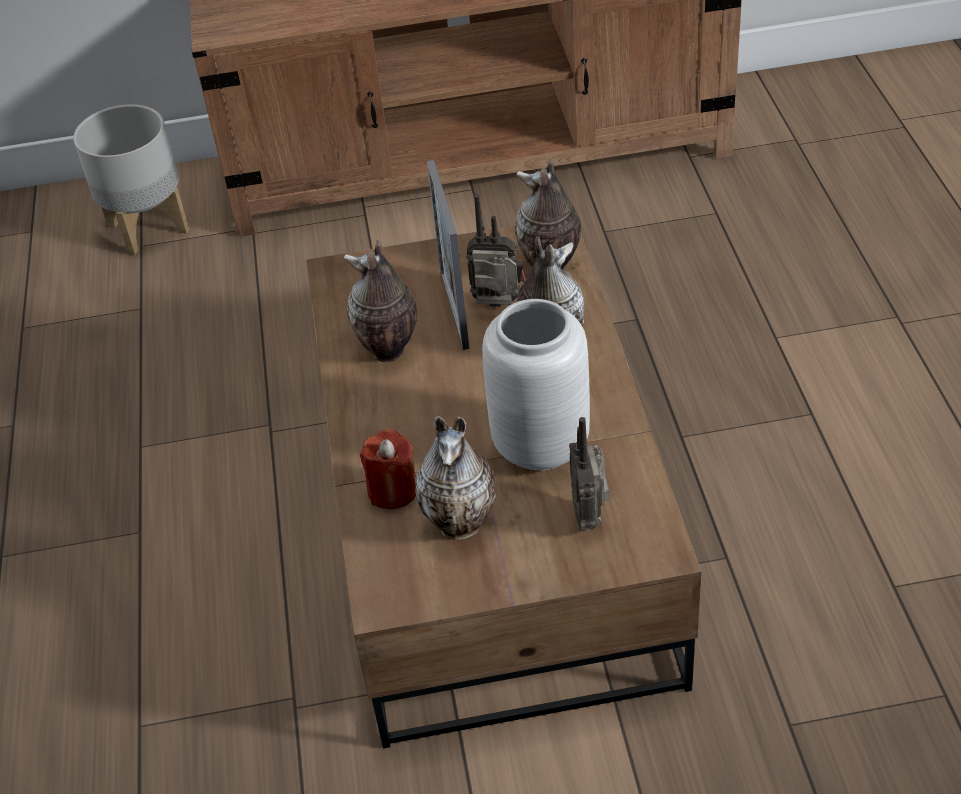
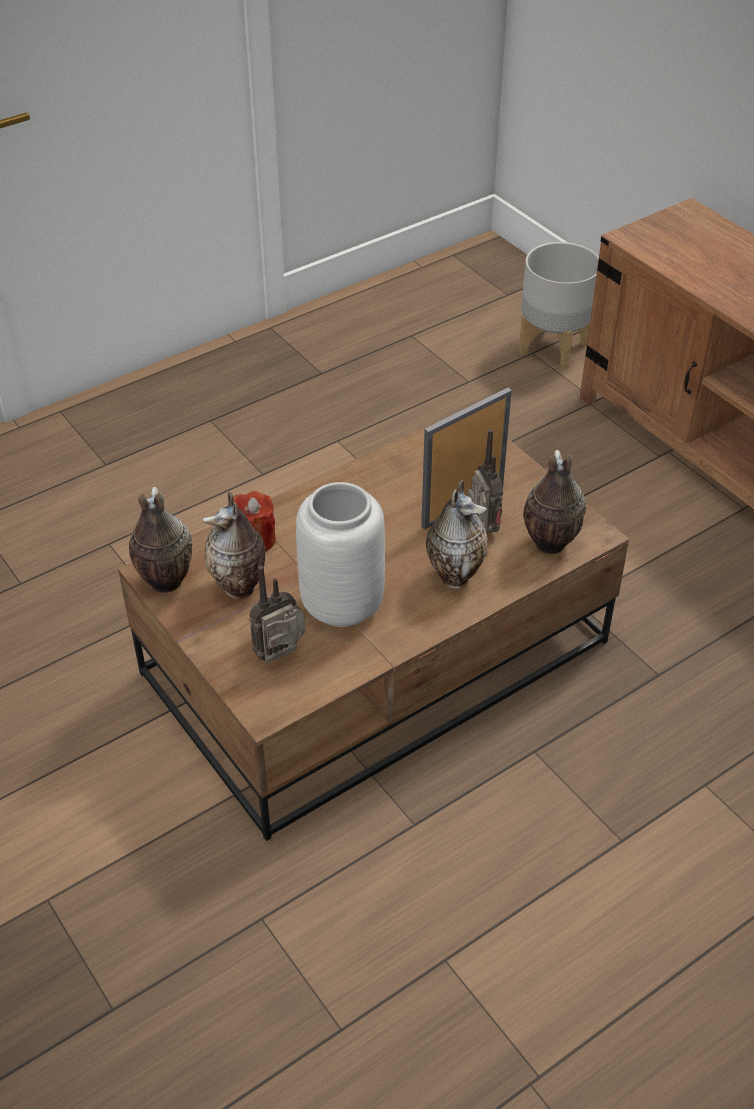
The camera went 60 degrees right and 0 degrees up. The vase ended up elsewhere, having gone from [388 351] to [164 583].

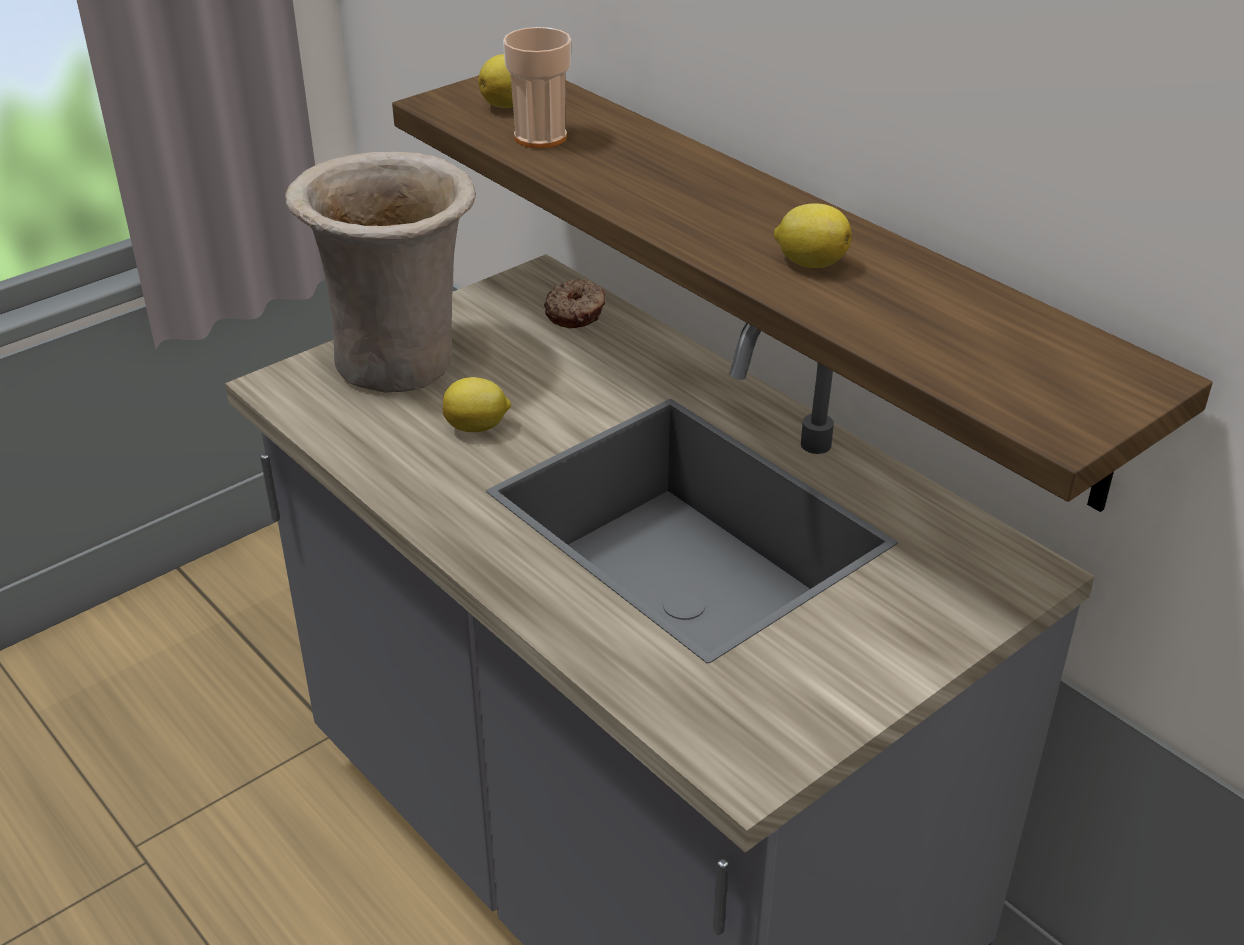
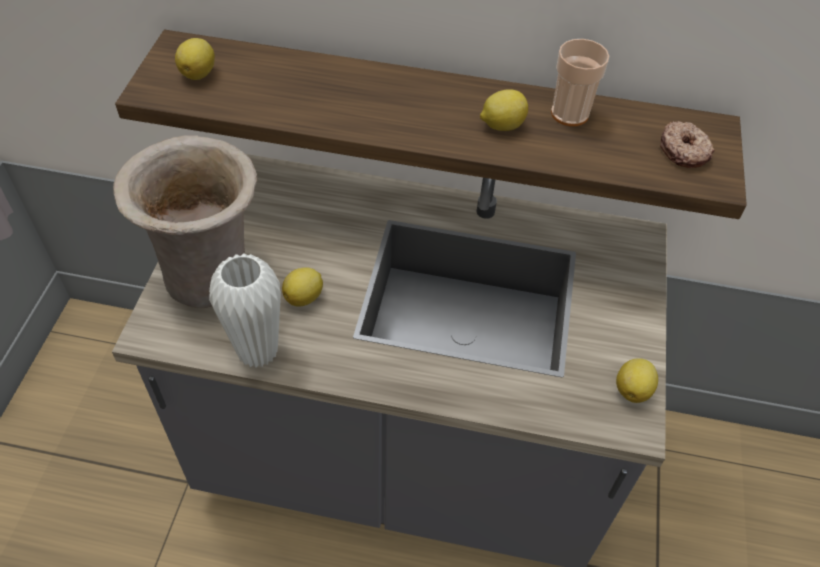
The camera went 40 degrees left and 15 degrees up. The cup ended up elsewhere, having gone from [540 137] to [569 114]. The donut ended up elsewhere, having gone from [576 313] to [684 151]. The second view gained the white vase at [257 351]. The second view gained the lemon at [633 389].

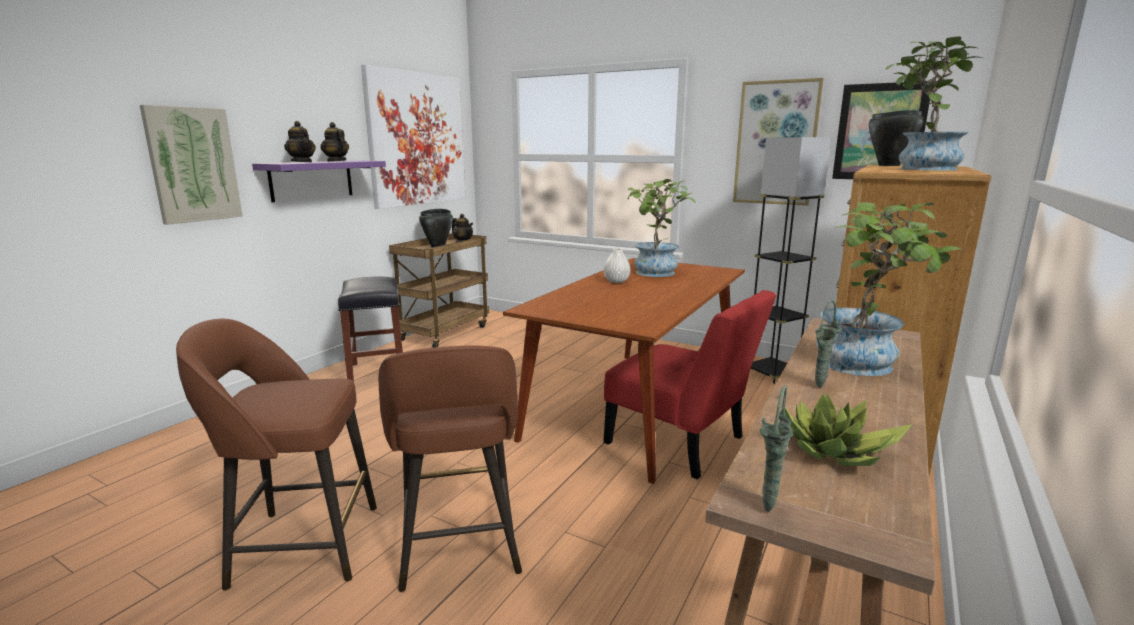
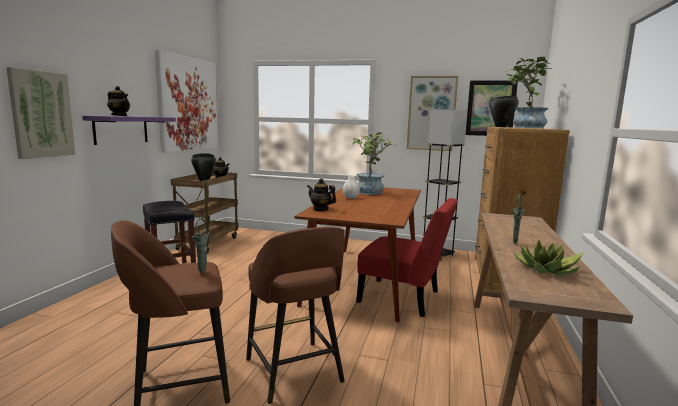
The camera went 15 degrees left and 5 degrees down. The teapot ended up elsewhere, having gone from [336 161] to [320 209]. The second view lost the potted plant at [866 365]. The green vase ended up elsewhere, having gone from [768 505] to [203 271].

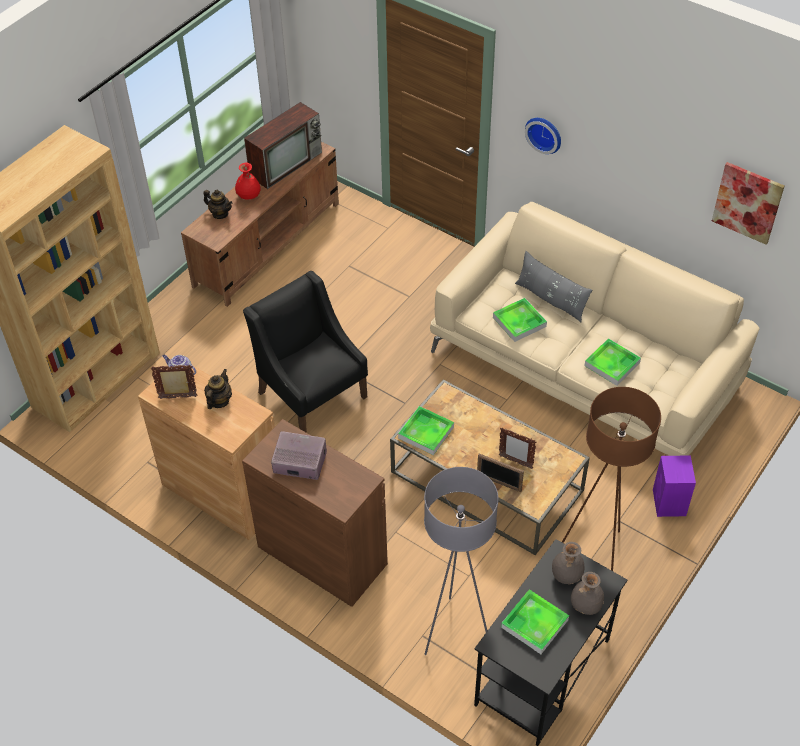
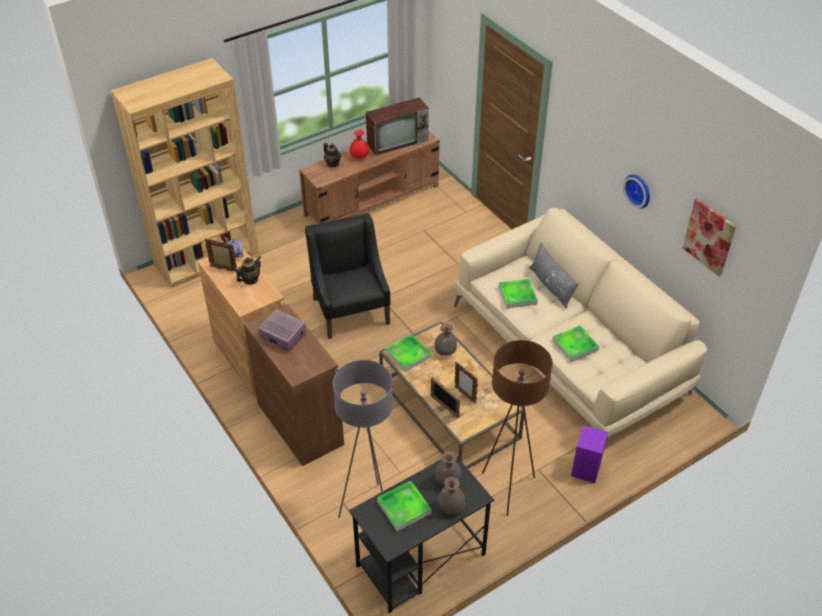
The camera went 20 degrees right and 5 degrees down. The wall clock ended up elsewhere, having gone from [545 133] to [639 190]. The second view gained the grey vase at [445 352].

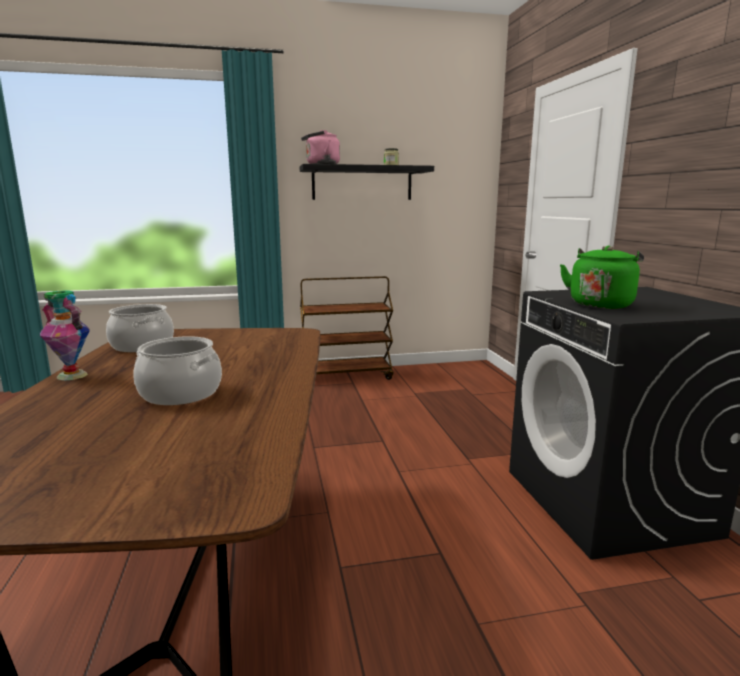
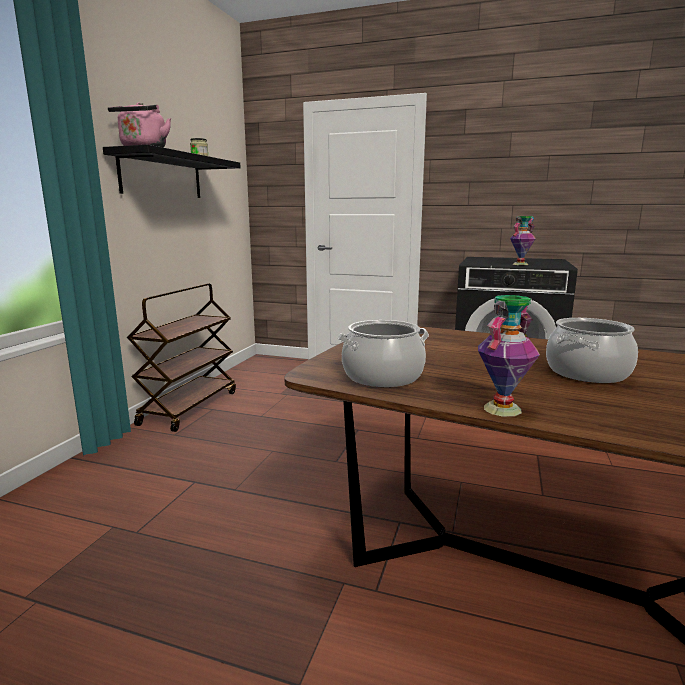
The camera went 60 degrees left and 0 degrees up. Where the green kettle stood at [601 304], the vase came to stand at [520 264].

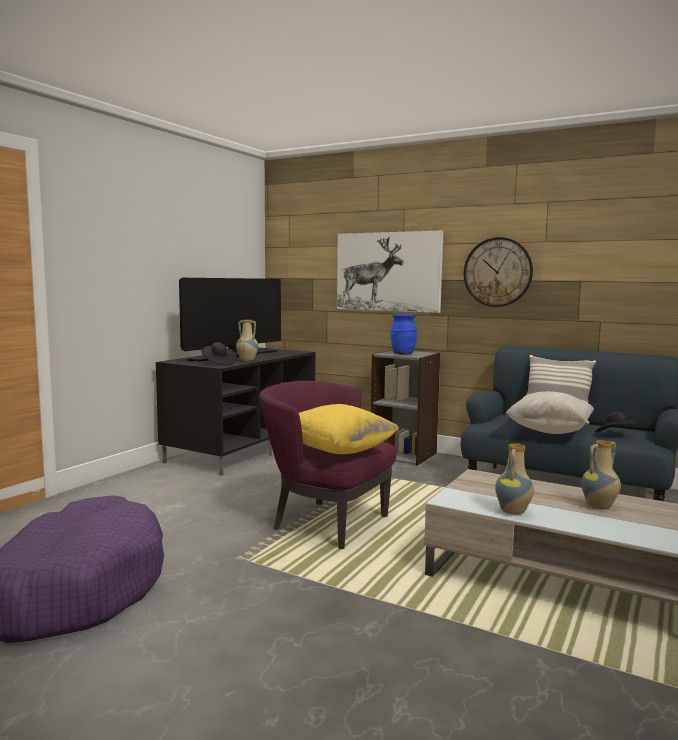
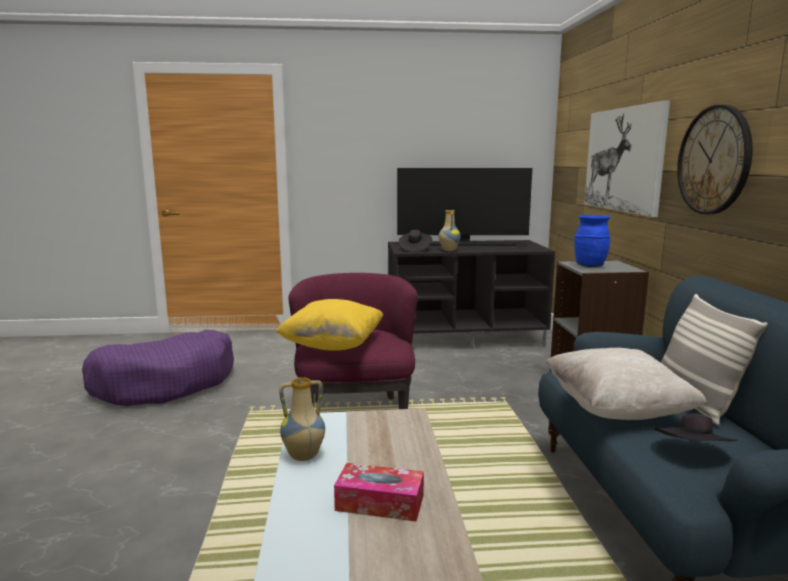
The camera went 55 degrees right and 5 degrees up. Where the vase stood at [599 507], the tissue box came to stand at [380 503].

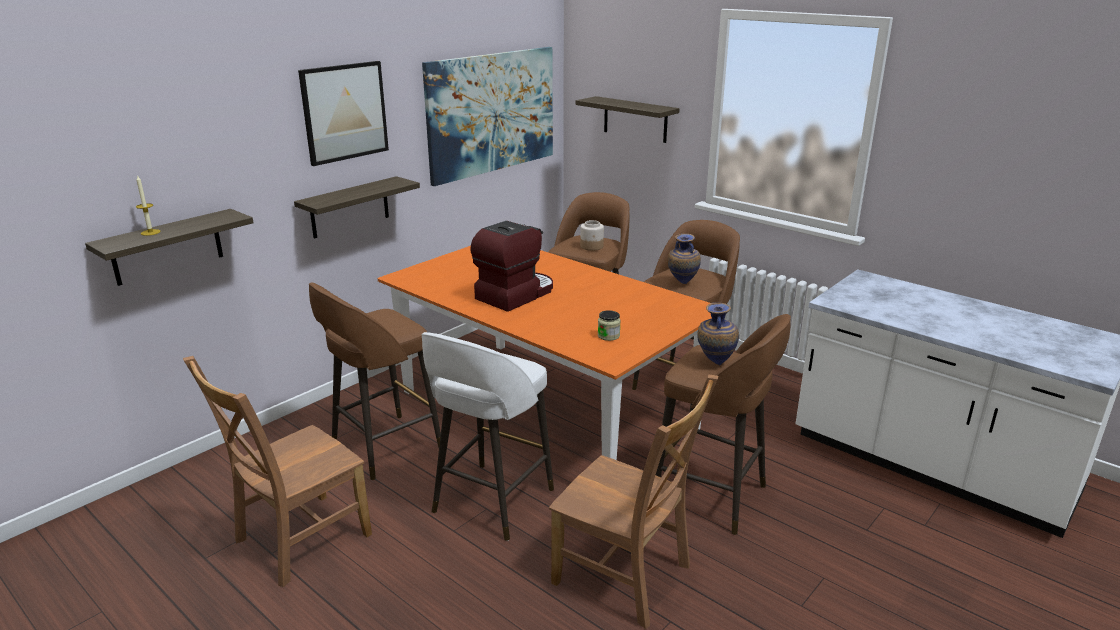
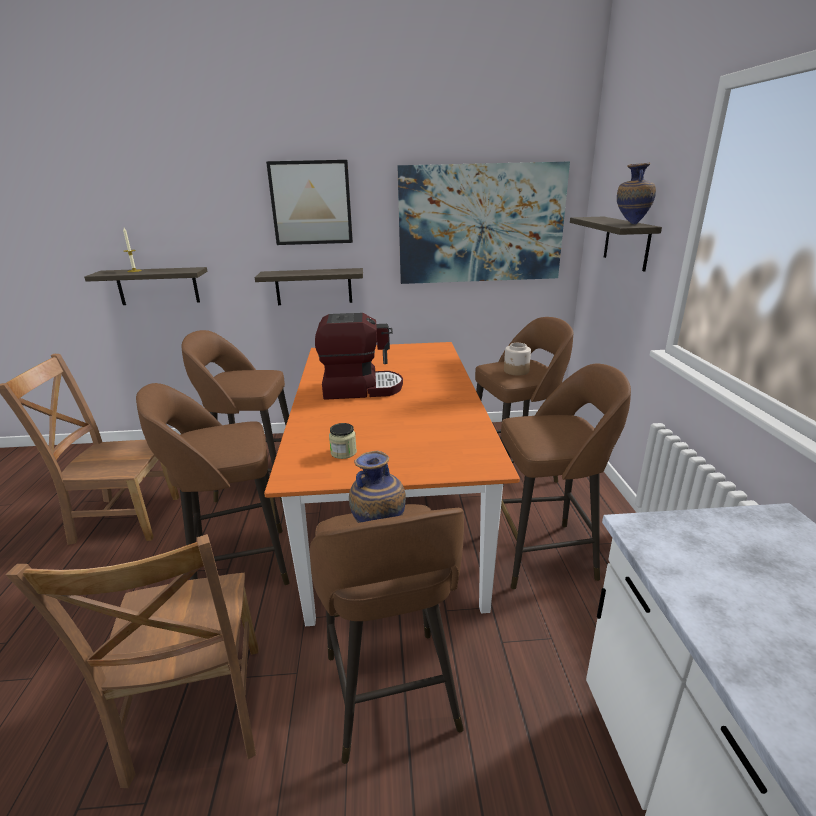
The camera went 45 degrees right and 0 degrees up. The vase ended up elsewhere, having gone from [682 284] to [630 224]. What was the white stool at [491 503] turned into the brown stool at [237 565].

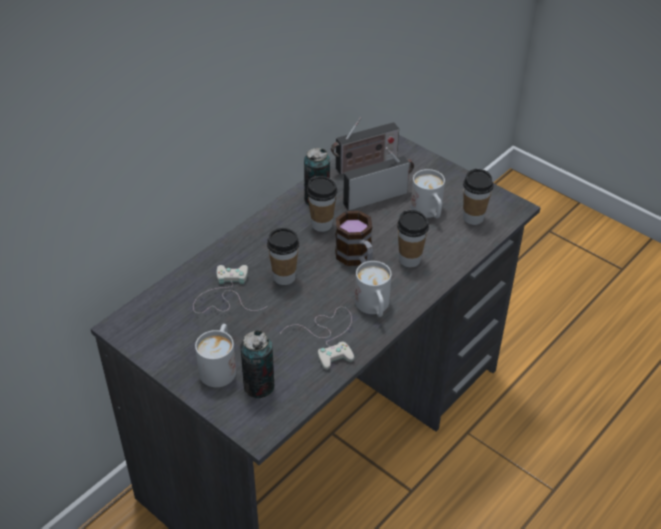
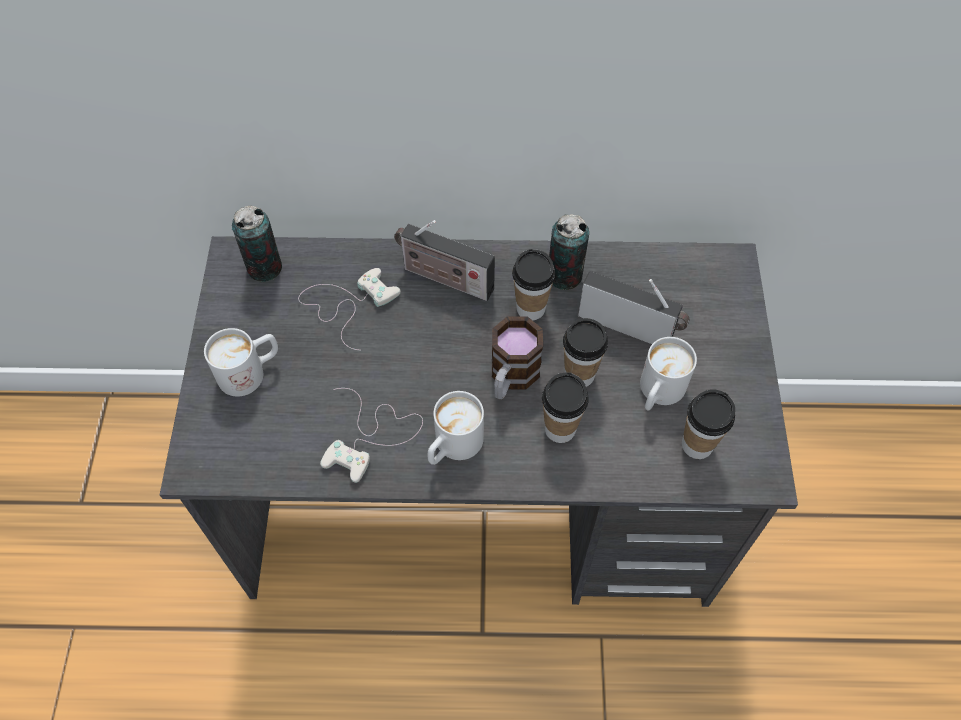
The camera went 50 degrees right and 15 degrees up. The radio ended up elsewhere, having gone from [364 165] to [443 278]. The cup ended up elsewhere, having gone from [284 277] to [579 375]. The can ended up elsewhere, having gone from [259 386] to [264 268].

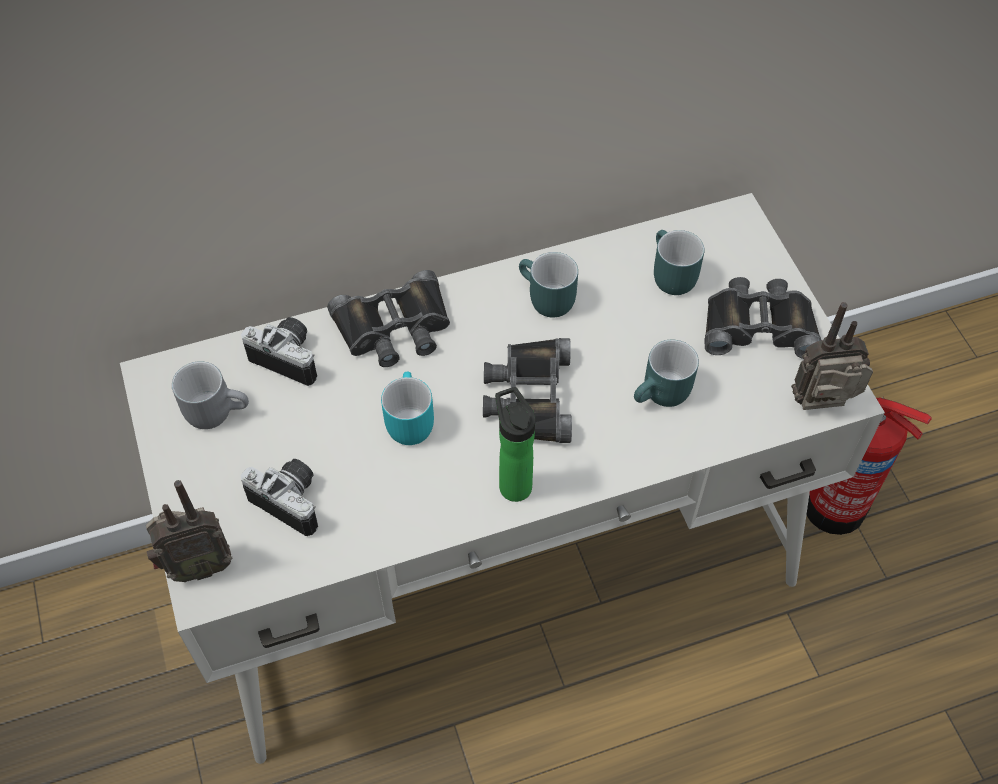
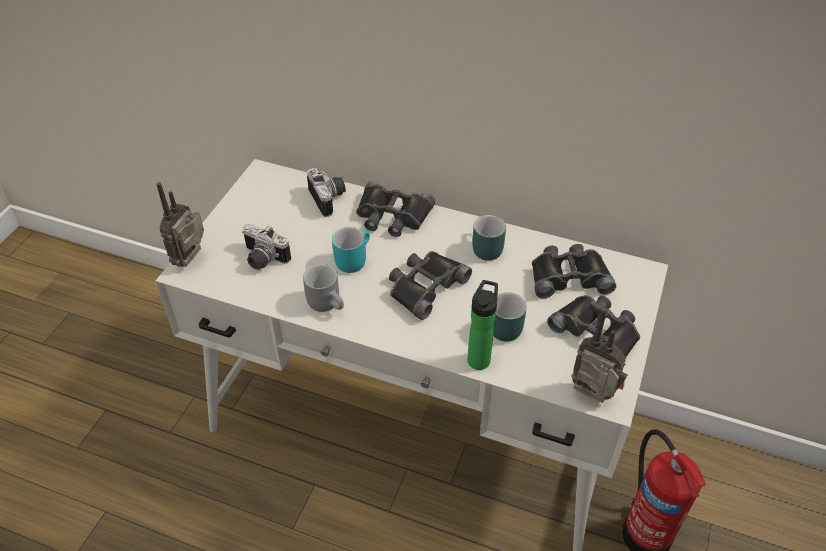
The camera went 40 degrees right and 10 degrees down. Where the turquoise mug stood at [668 275], the black binoculars came to stand at [568 276]. The grey mug ended up elsewhere, having gone from [216 409] to [328 303]. The bottle ended up elsewhere, having gone from [513 483] to [479 358]. The photo camera at [293 499] ended up facing another way, 135 degrees clockwise from before. The radio at [198 566] ended up facing another way, 90 degrees clockwise from before.

